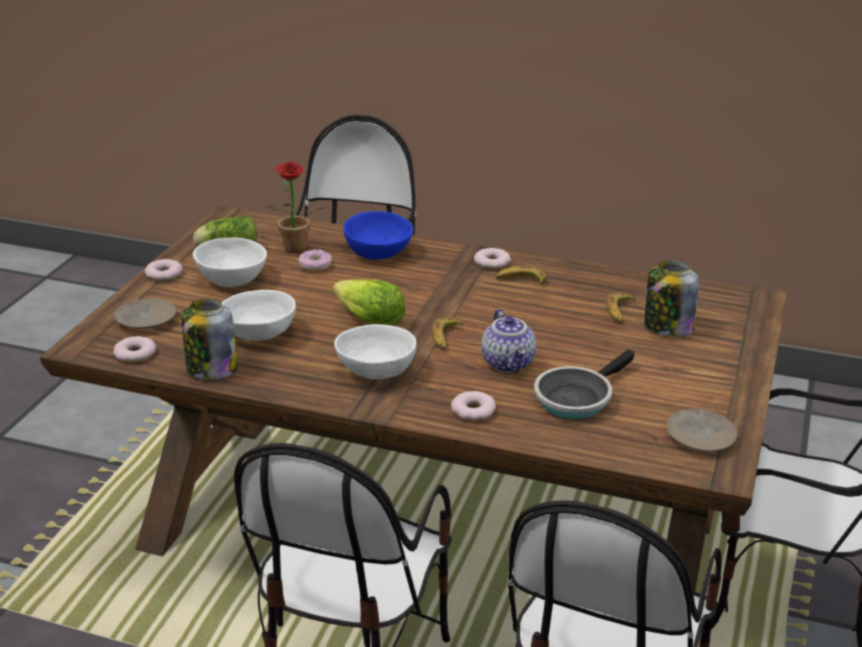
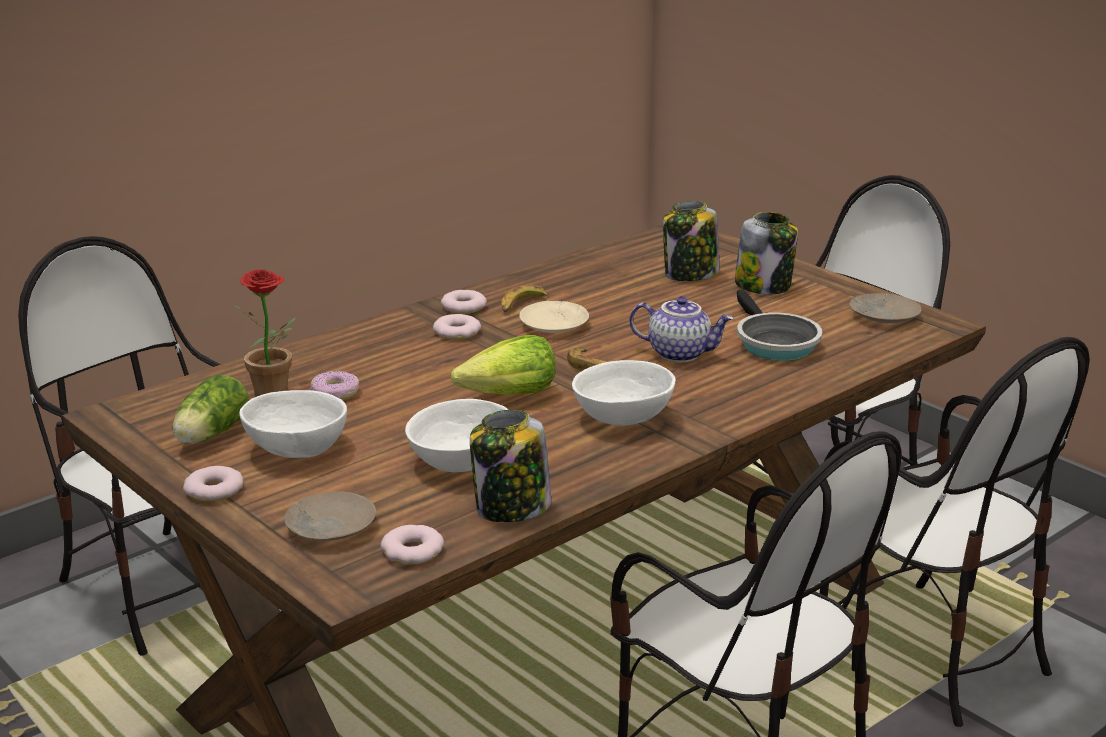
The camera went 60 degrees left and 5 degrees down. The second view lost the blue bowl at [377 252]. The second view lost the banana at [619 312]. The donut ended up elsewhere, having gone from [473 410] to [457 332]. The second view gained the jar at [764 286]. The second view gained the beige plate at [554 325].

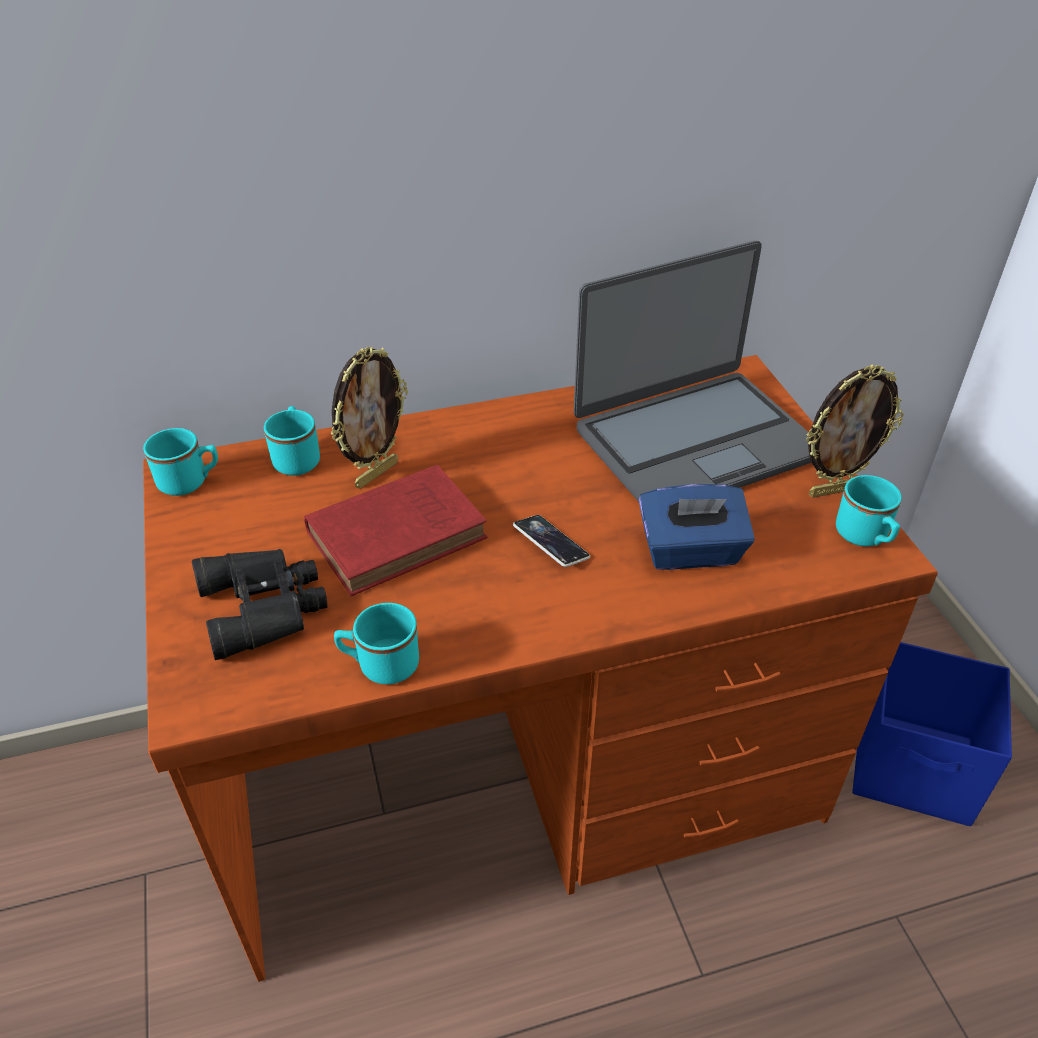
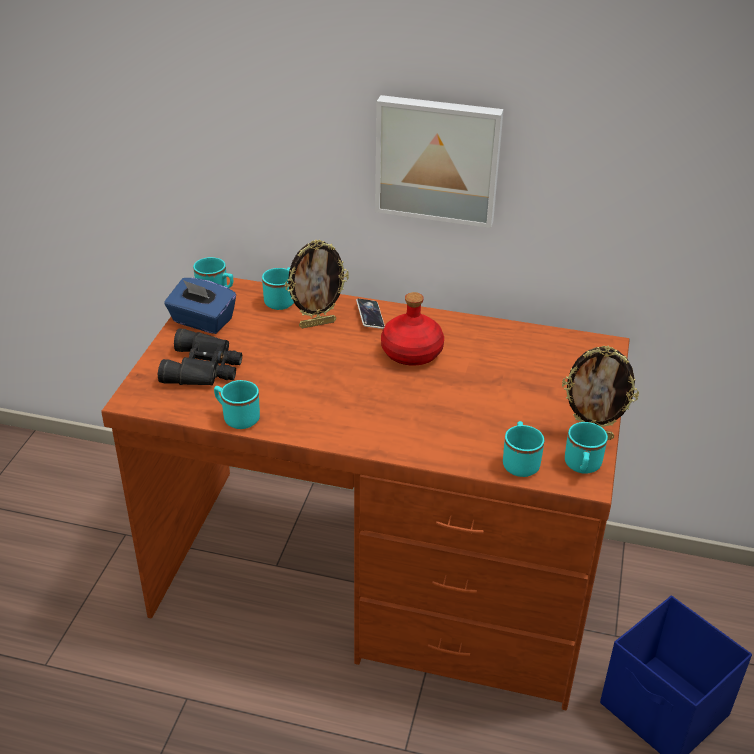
The camera went 30 degrees right and 5 degrees down. The second view lost the laptop at [694 441]. The second view lost the red book at [401 534]. The blue tissue box ended up elsewhere, having gone from [691 552] to [202 321]. The phone ended up elsewhere, having gone from [551 544] to [370 316]. The second view gained the picture at [438 159]. The second view gained the red bottle at [411 352]. The second view gained the turquoise mug at [520 462].

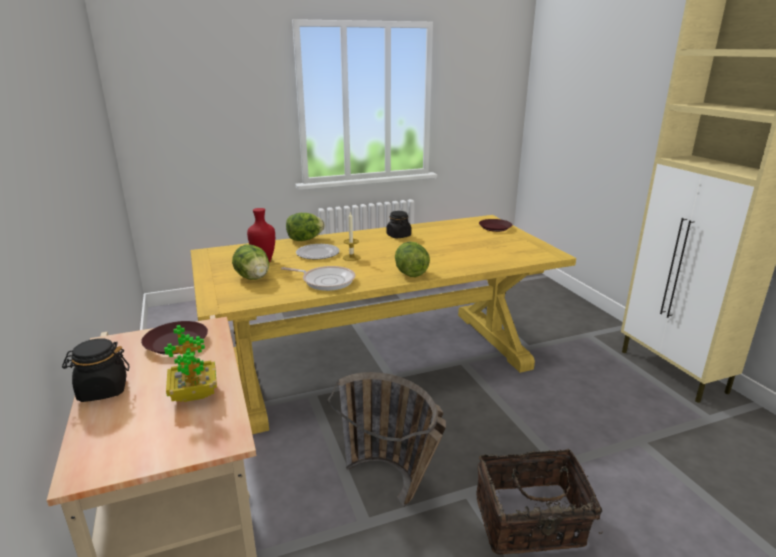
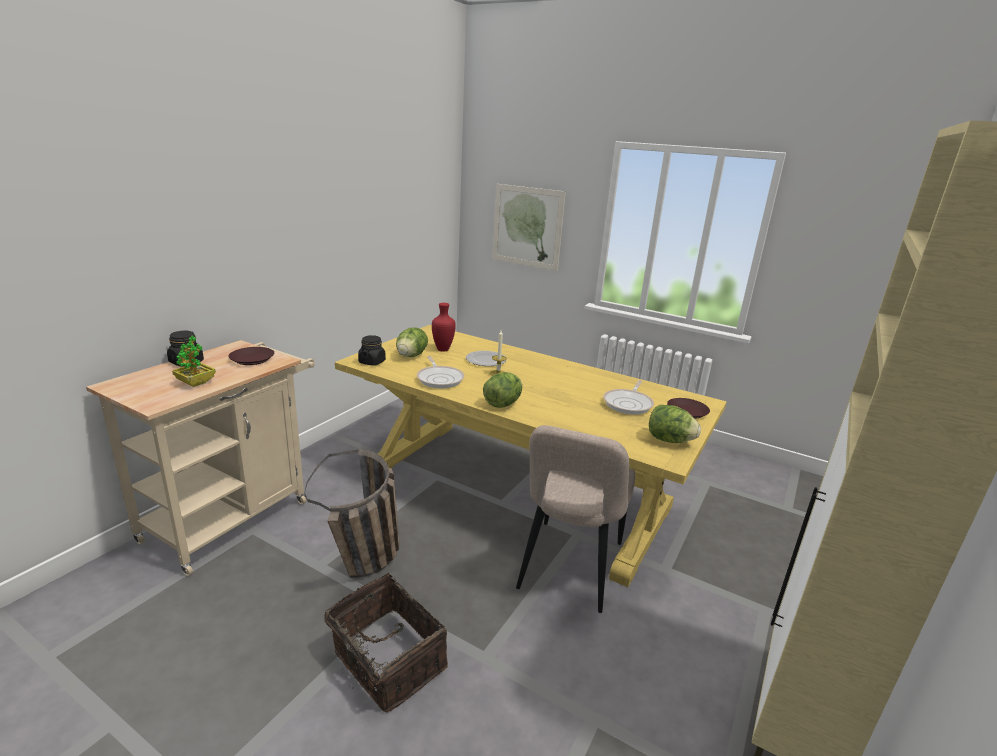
The camera went 50 degrees right and 0 degrees up. The black jar ended up elsewhere, having gone from [398 236] to [372 362]. The lettuce ended up elsewhere, having gone from [305 239] to [669 440]. The second view gained the picture at [527 227]. The second view gained the frying pan at [629 404]. The second view gained the beige chair at [568 569].

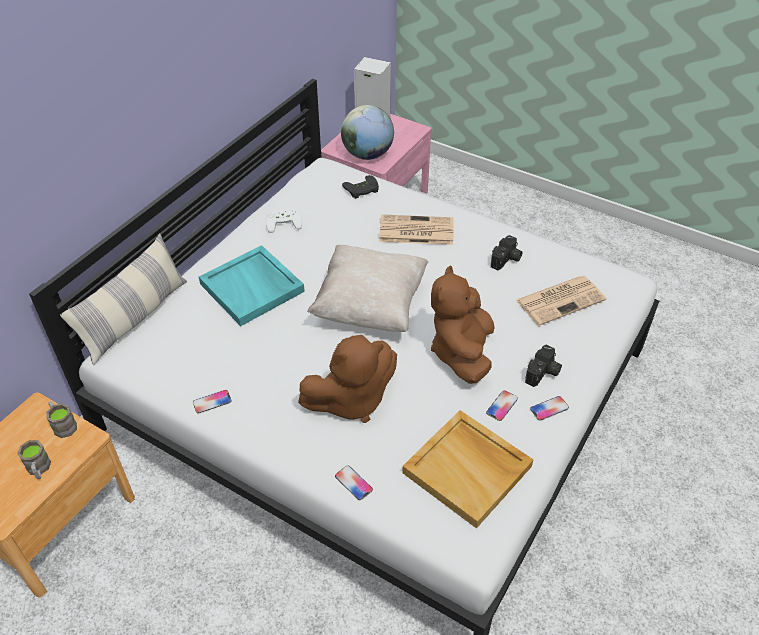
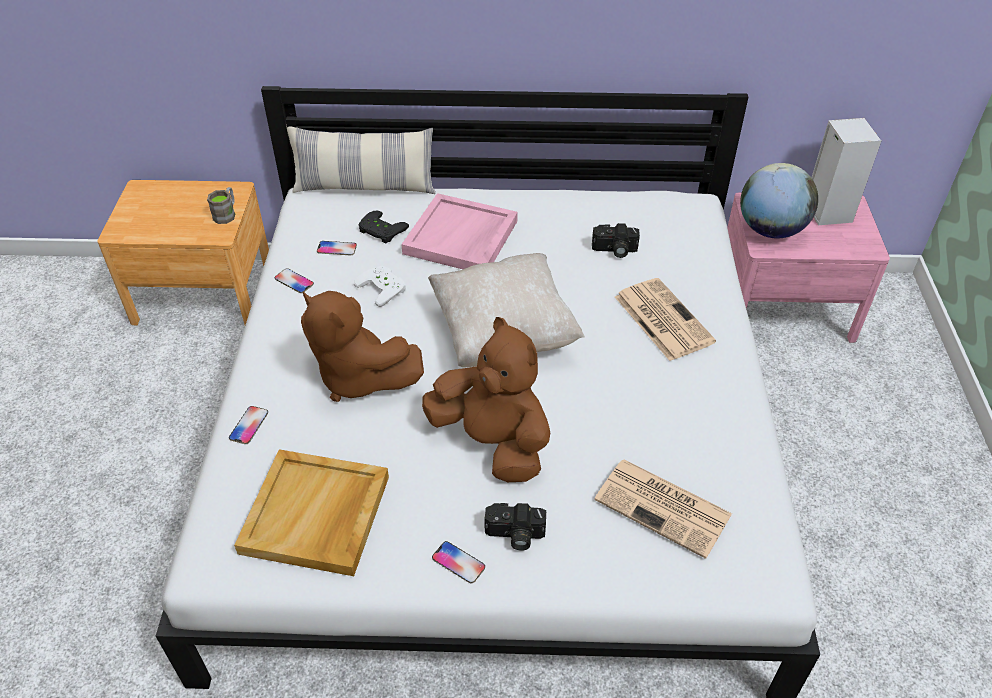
The camera went 60 degrees right and 0 degrees up. The black game controller ended up elsewhere, having gone from [362 190] to [380 231]. The white game controller ended up elsewhere, having gone from [283 221] to [384 287]. The photo camera ended up elsewhere, having gone from [506 260] to [614 250]. What was the turquoise tray at [253 288] turned into the pink tray at [461 238]. The brown plush toy at [462 353] ended up facing another way, 60 degrees clockwise from before. The phone ended up elsewhere, having gone from [502 406] to [337 249]. The second view lost the brown mug at [39 469].

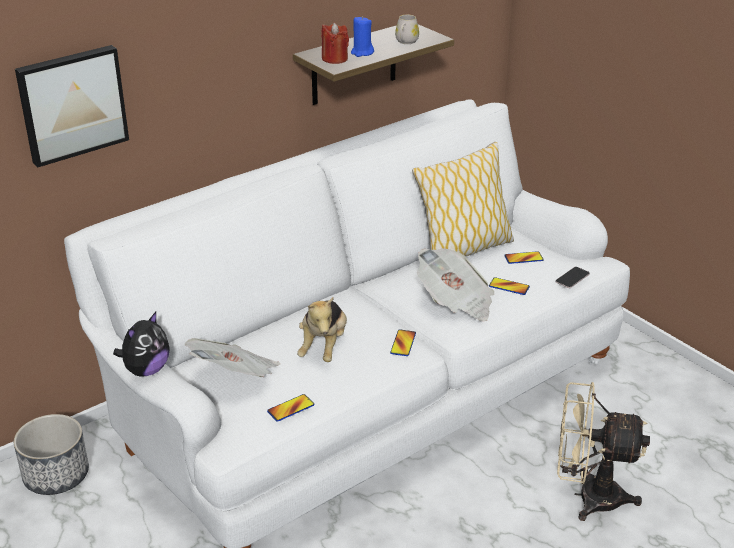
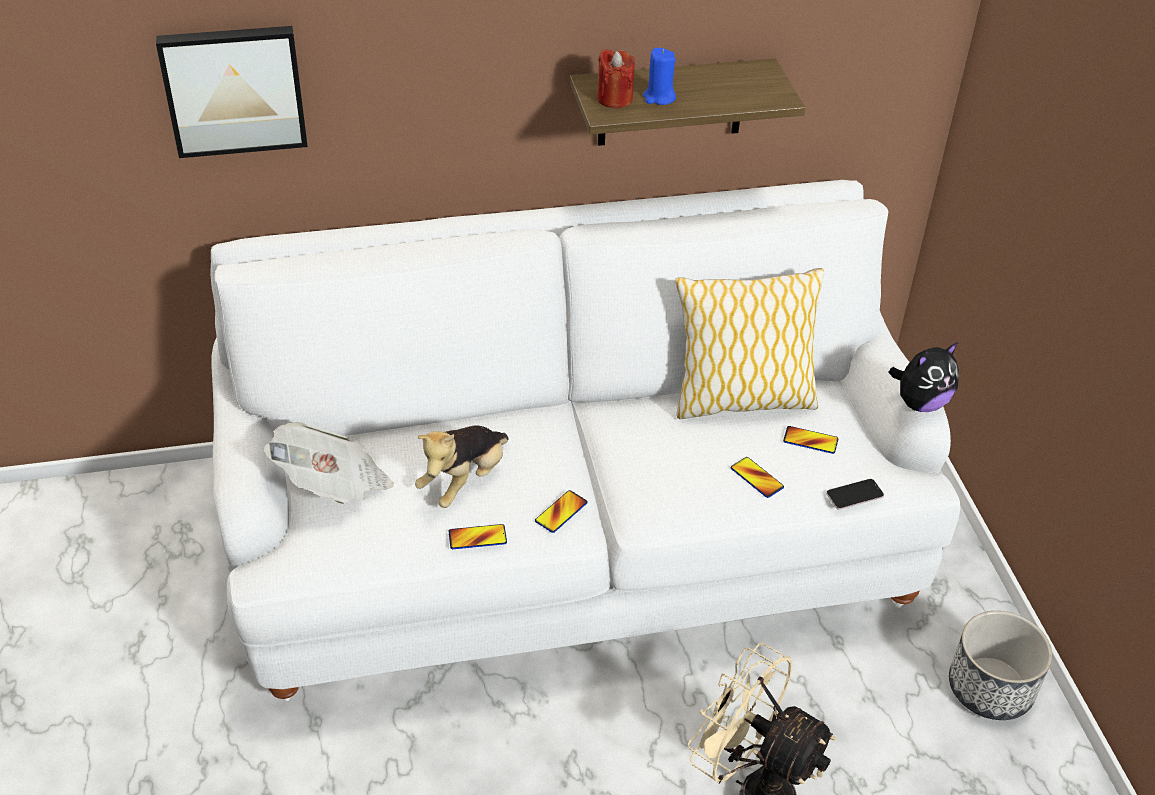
The camera went 25 degrees right and 10 degrees up. The second view lost the white mug at [406 42]. The second view lost the newspaper at [455 302]. The plush toy ended up elsewhere, having gone from [146 370] to [920 403]. The phone ended up elsewhere, having gone from [291 408] to [477 538]. The planter ended up elsewhere, having gone from [56 475] to [990 687].

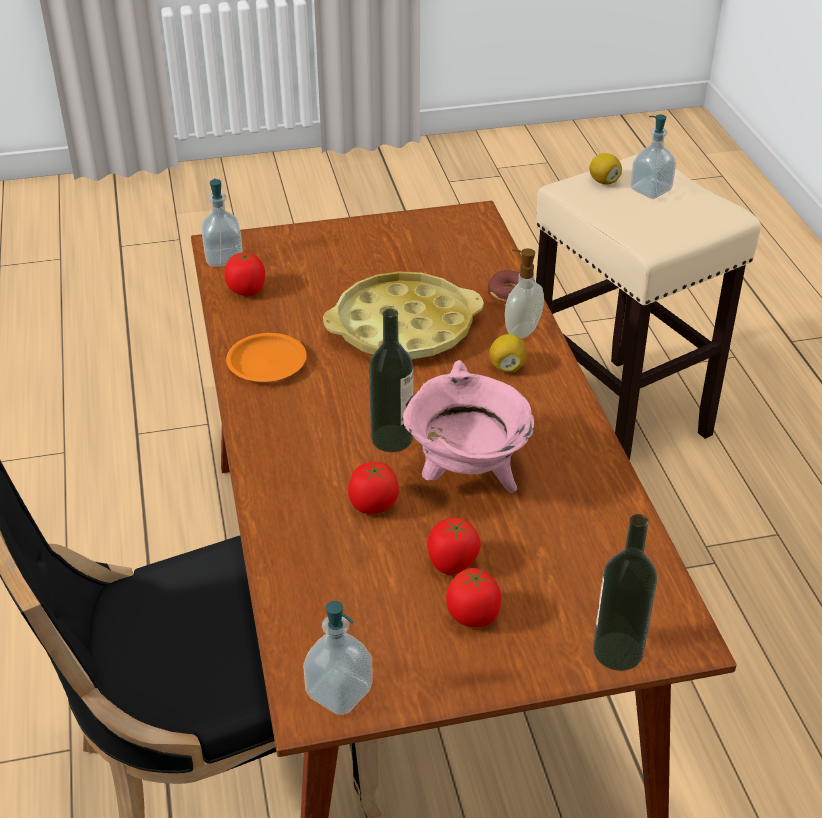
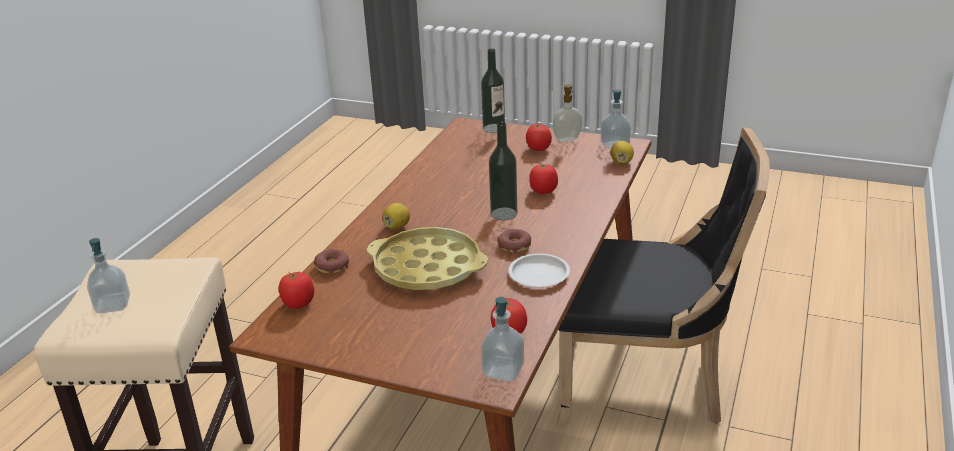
The camera went 145 degrees left and 10 degrees down. The lemon ended up elsewhere, having gone from [603 181] to [621 162]. The soap dispenser ended up elsewhere, having gone from [521 330] to [567 140]. What was the orange plate at [267 362] turned into the white plate at [538 275]. The second view lost the pink cooking pot at [467 477]. The tomato ended up elsewhere, having gone from [452 563] to [299 304]. The second view gained the donut at [514 246].

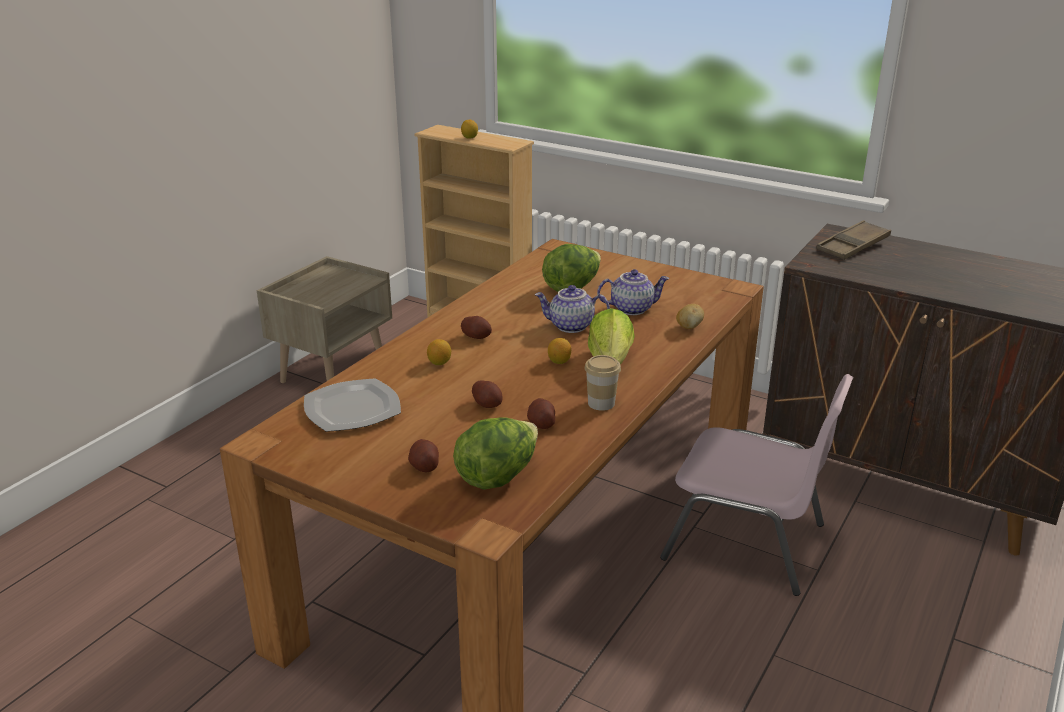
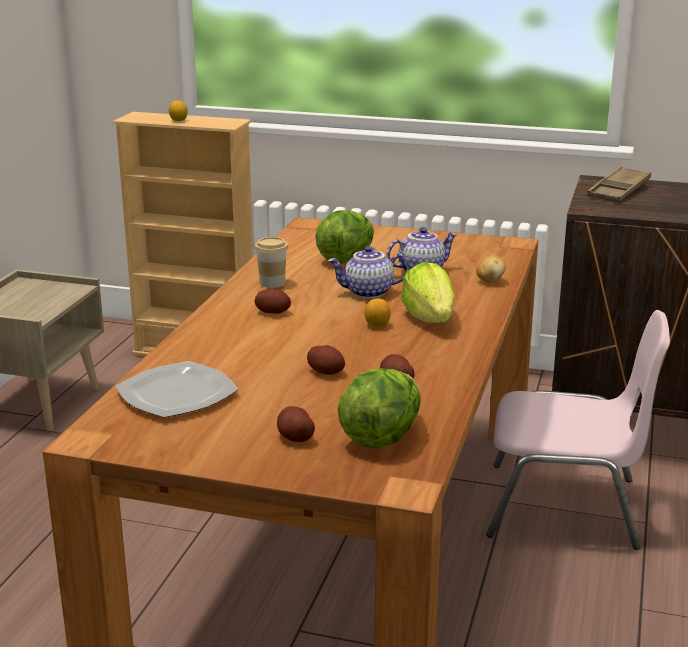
The camera went 15 degrees left and 5 degrees down. The second view lost the lemon at [439 363]. The cup ended up elsewhere, having gone from [601 403] to [272 283].

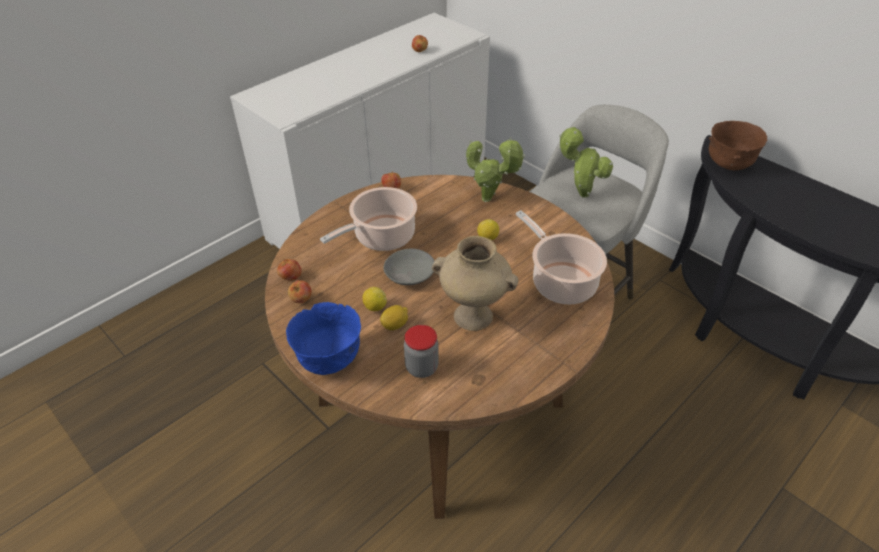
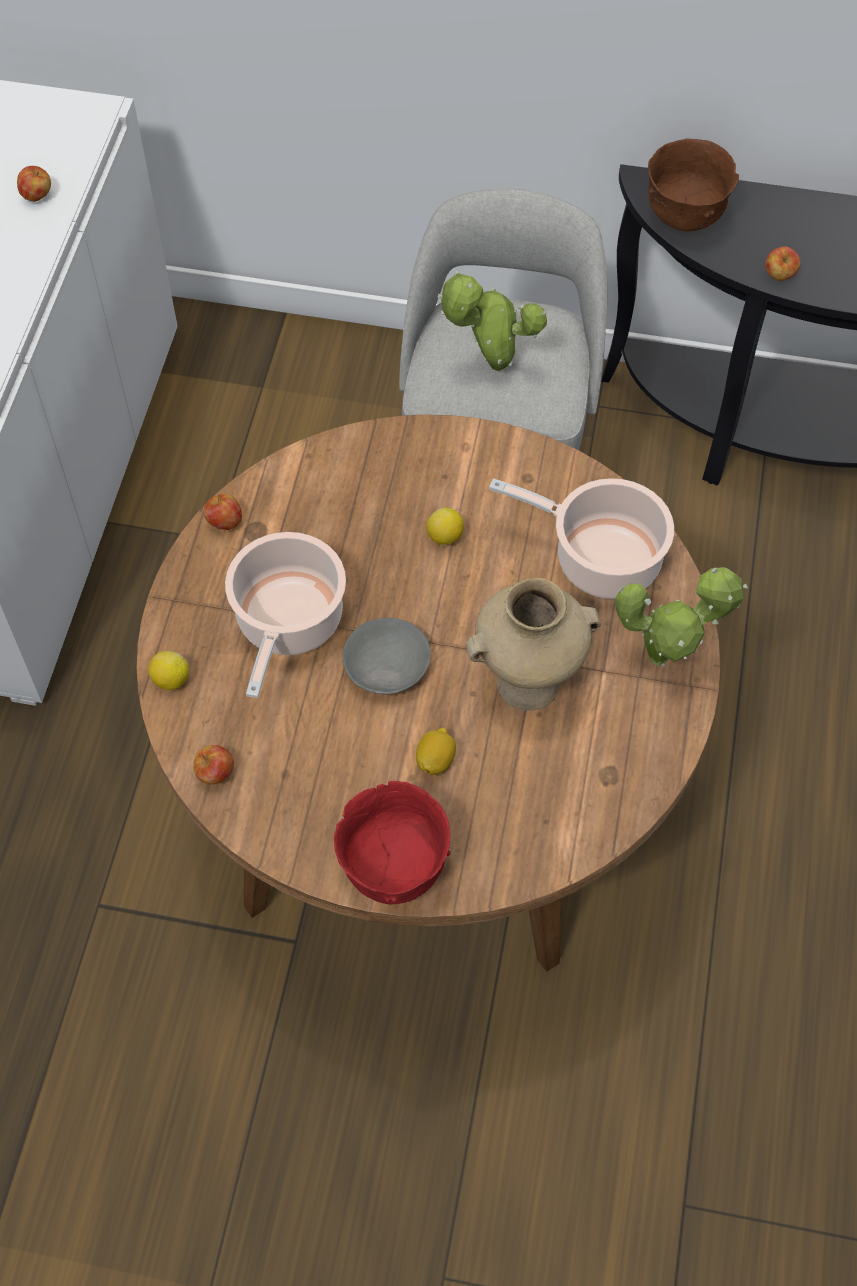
The camera went 35 degrees left and 15 degrees up. The potted plant ended up elsewhere, having gone from [490 200] to [666 657]. The apple ended up elsewhere, having gone from [301 300] to [779 276]. The lemon ended up elsewhere, having gone from [375 307] to [171 680]. What was the blue bowl at [329 359] turned into the red bowl at [394 868]. The second view lost the jar at [422 367].

